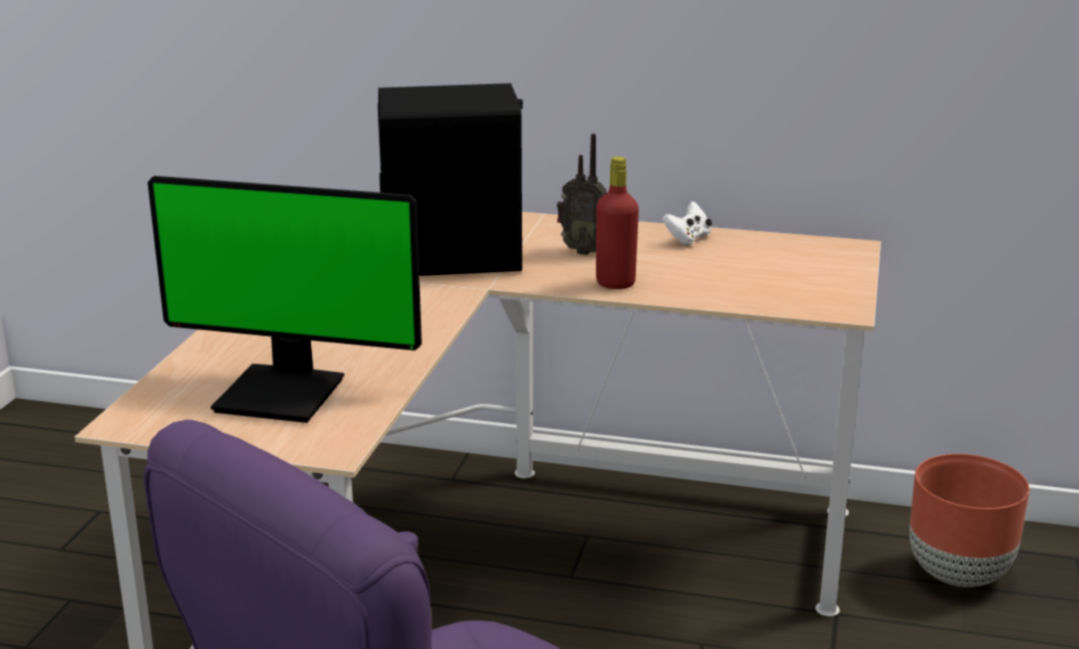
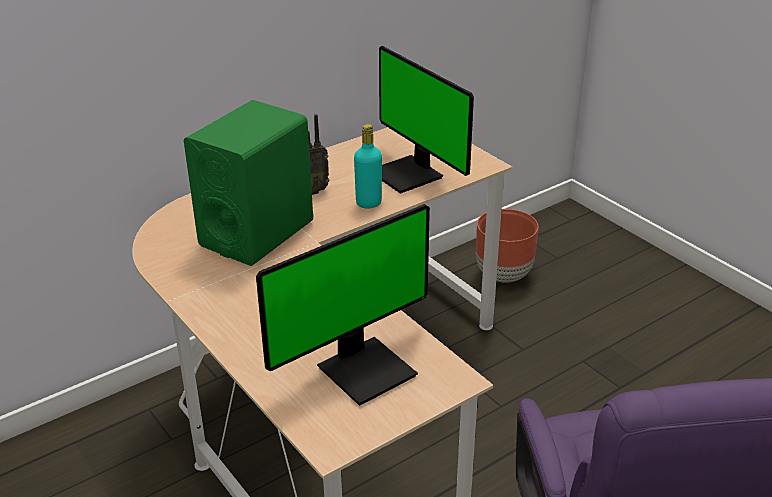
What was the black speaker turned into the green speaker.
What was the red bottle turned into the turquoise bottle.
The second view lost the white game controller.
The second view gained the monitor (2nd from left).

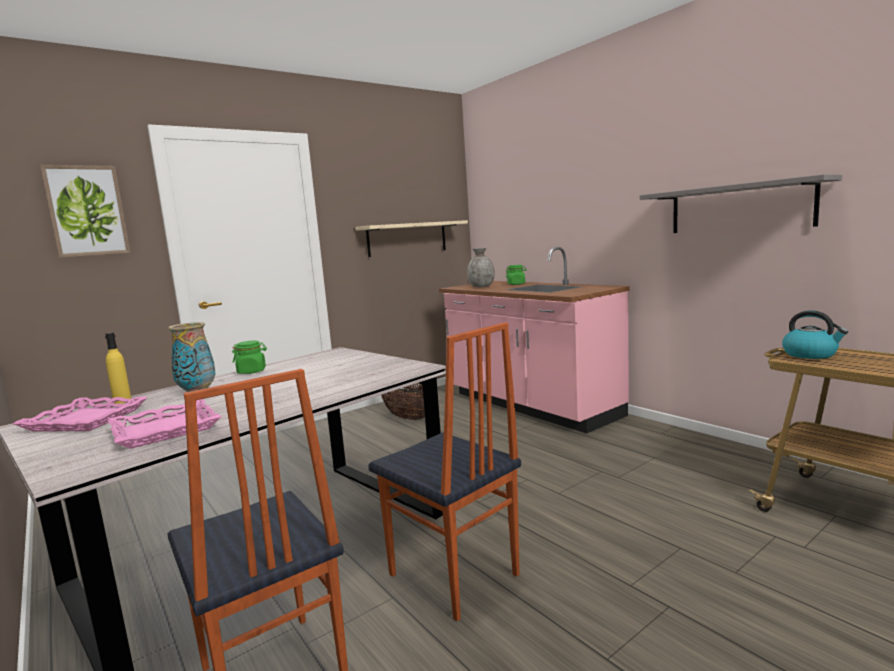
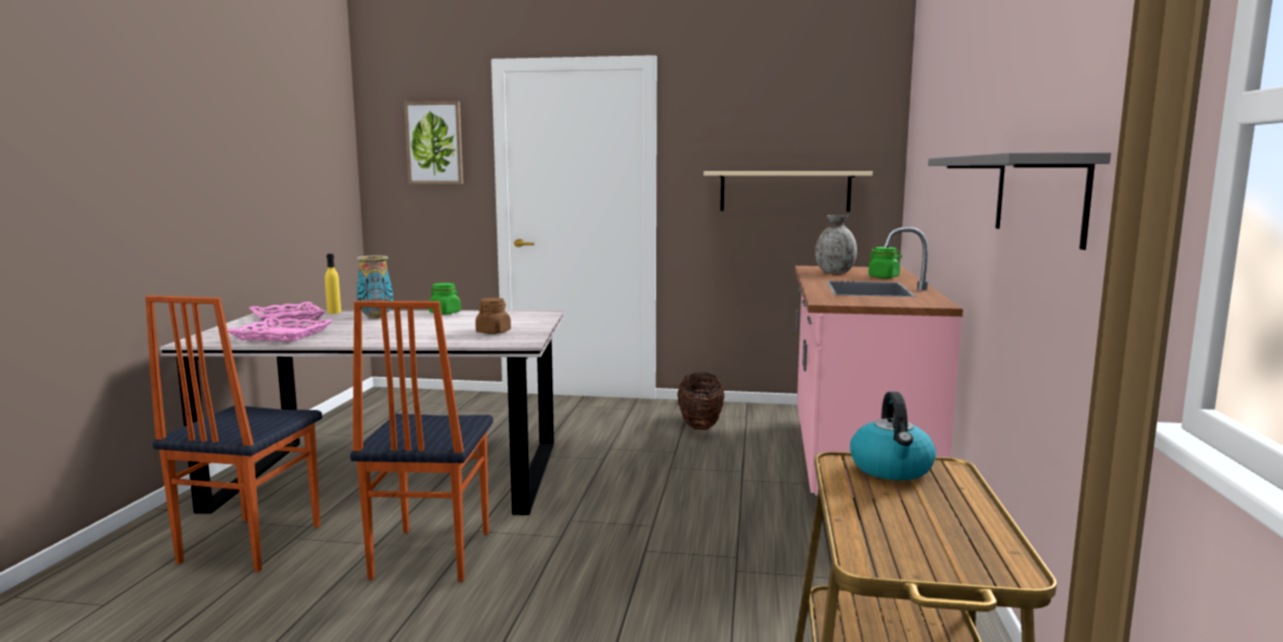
The second view gained the brown jar.

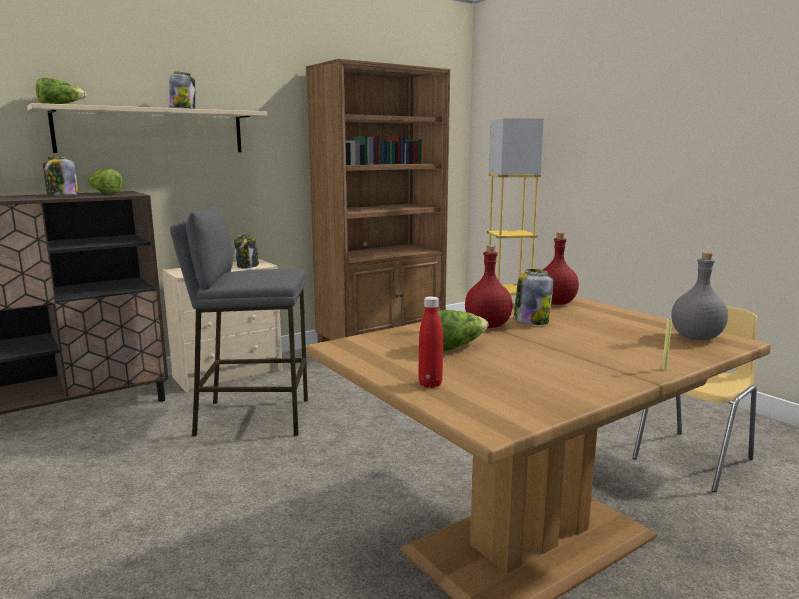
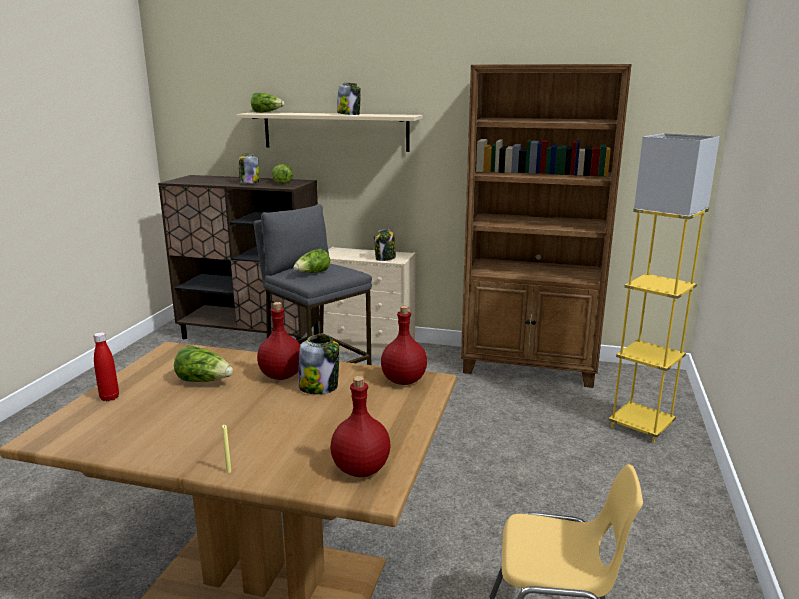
What was the grey bottle turned into the red bottle (3rd from left).
The second view gained the lettuce (4th from left).

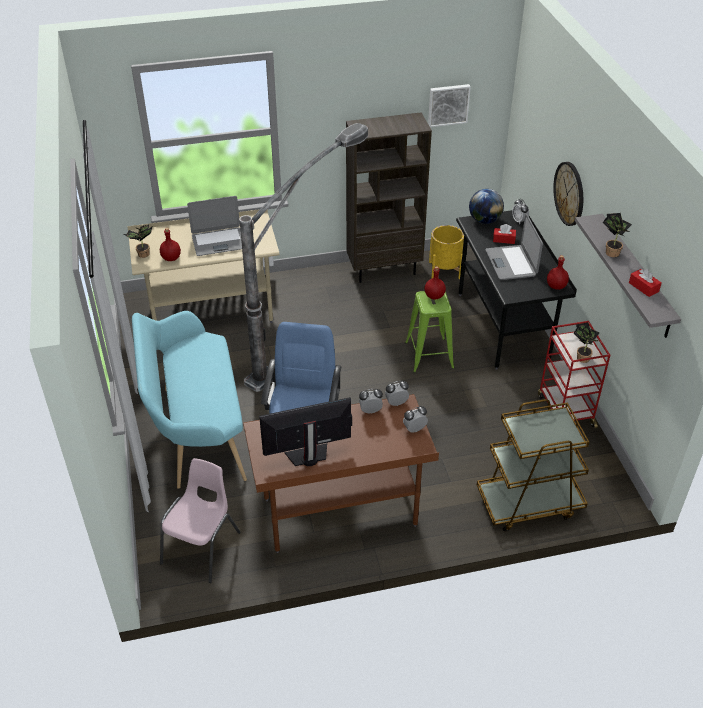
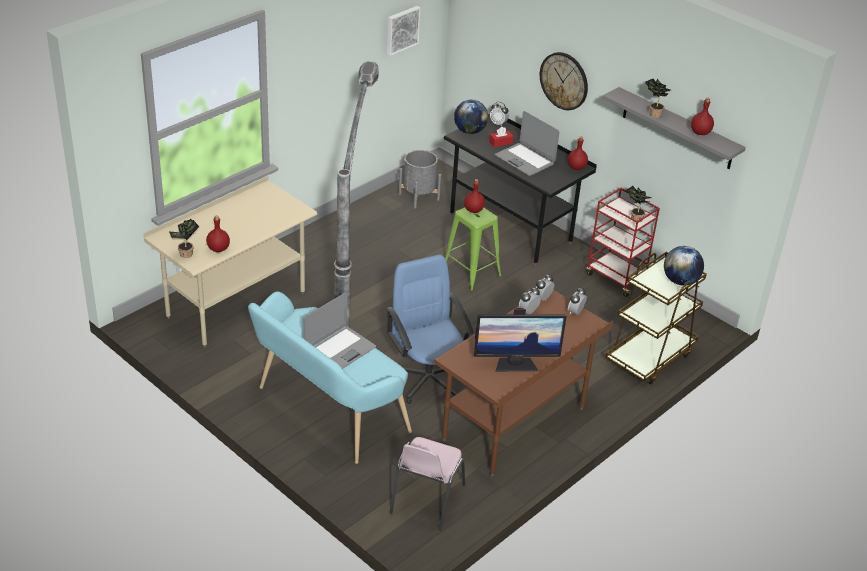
The pink chair ended up facing another way, 150 degrees counterclockwise from before.
The laptop (1st from left) ended up elsewhere.
The monitor ended up facing another way, 135 degrees counterclockwise from before.
The second view lost the brown bookcase.
What was the yellow planter turned into the grey planter.
Where the red tissue box (2nd from left) stood, the red bottle (4th from left) came to stand.
The second view gained the globe (2nd from left).

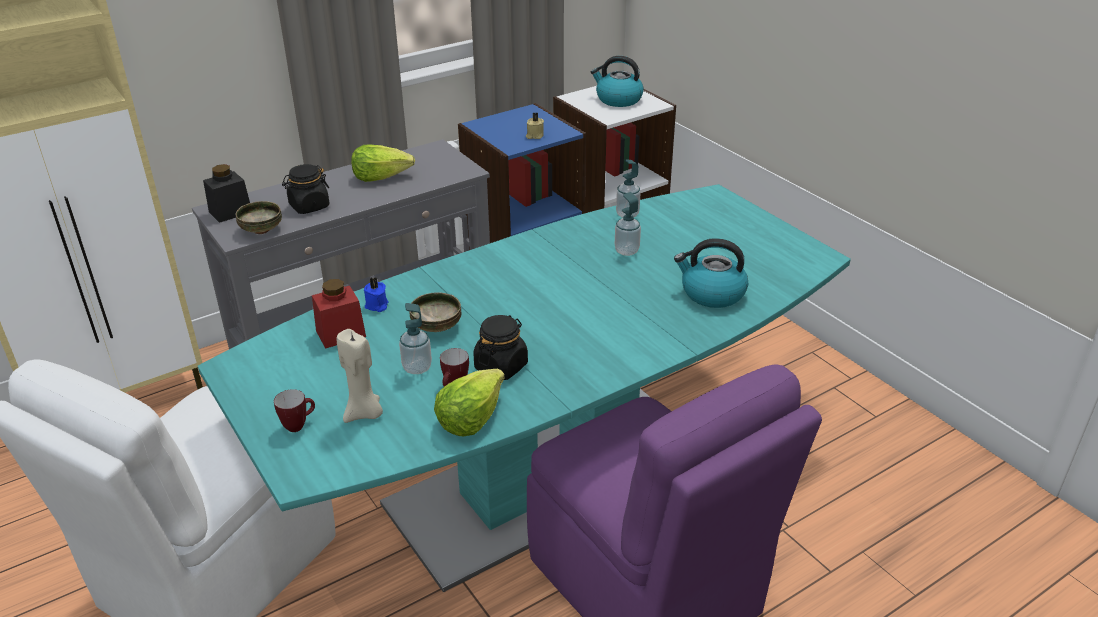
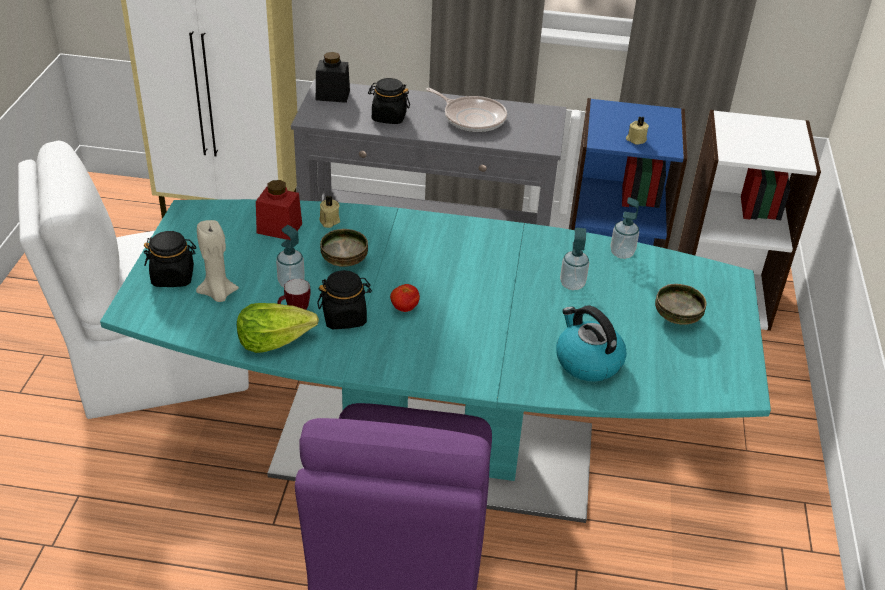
The bowl (1st from left in the first image) ended up elsewhere.
Where the mug (1st from left) stood, the black jar (1st from left) came to stand.
Where the lettuce (1st from left) stood, the frying pan came to stand.
What was the blue candle turned into the beige candle (2nd from left).
The second view lost the kettle (1st from left).
The second view gained the tomato.

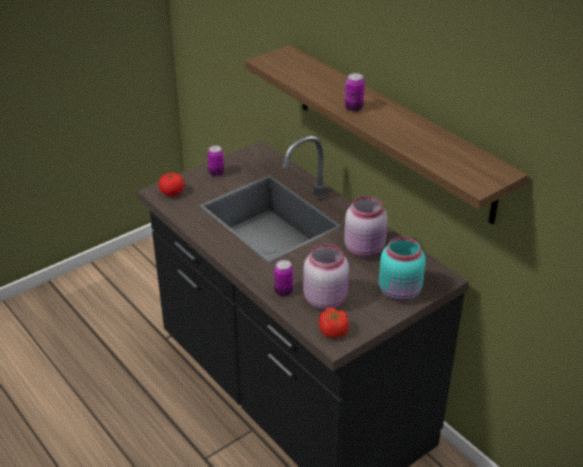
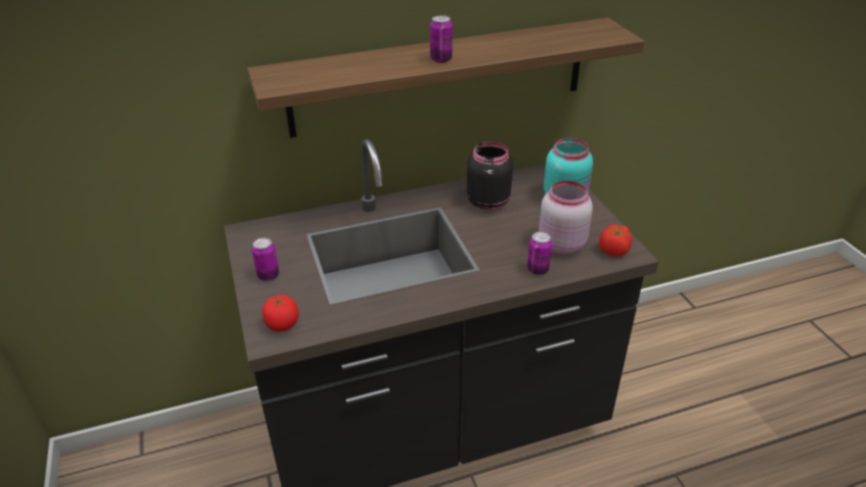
What was the pink jar (2nd from left) turned into the black jar.

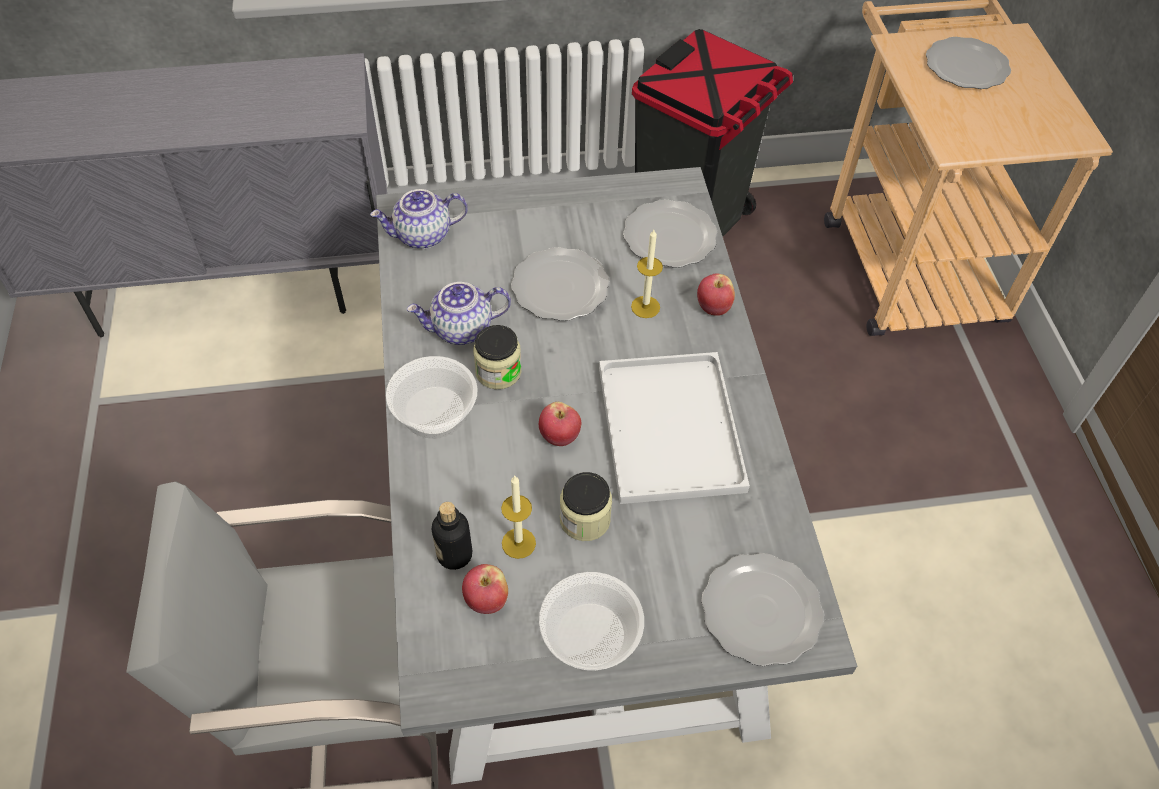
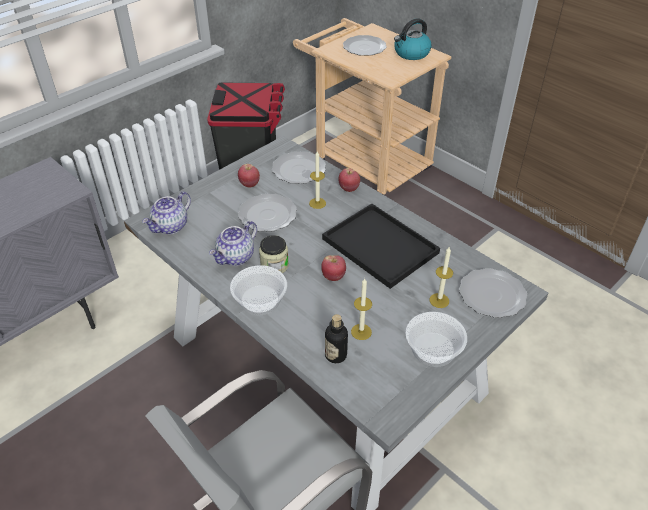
The apple (1st from left) ended up elsewhere.
The second view lost the jar (2nd from left).
What was the white tray turned into the black tray.
The second view gained the kettle.
The second view gained the candle (3rd from left).

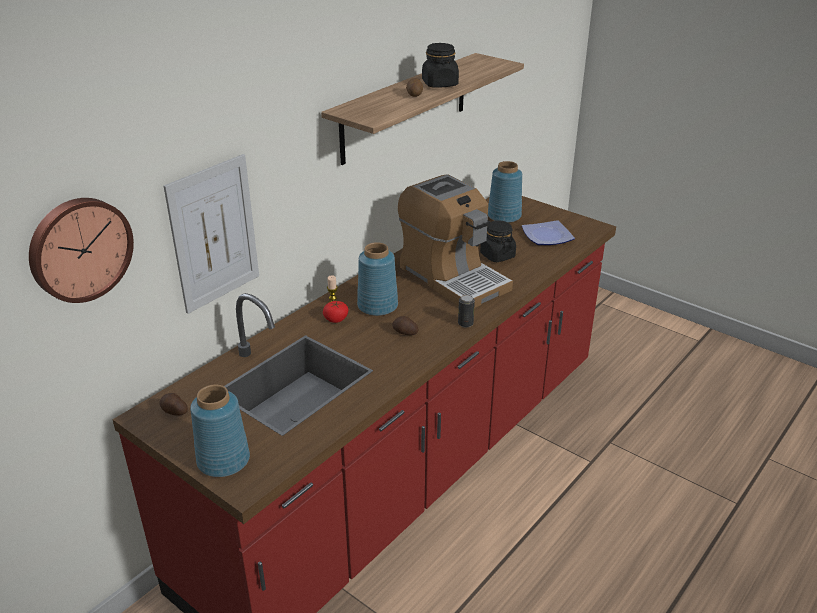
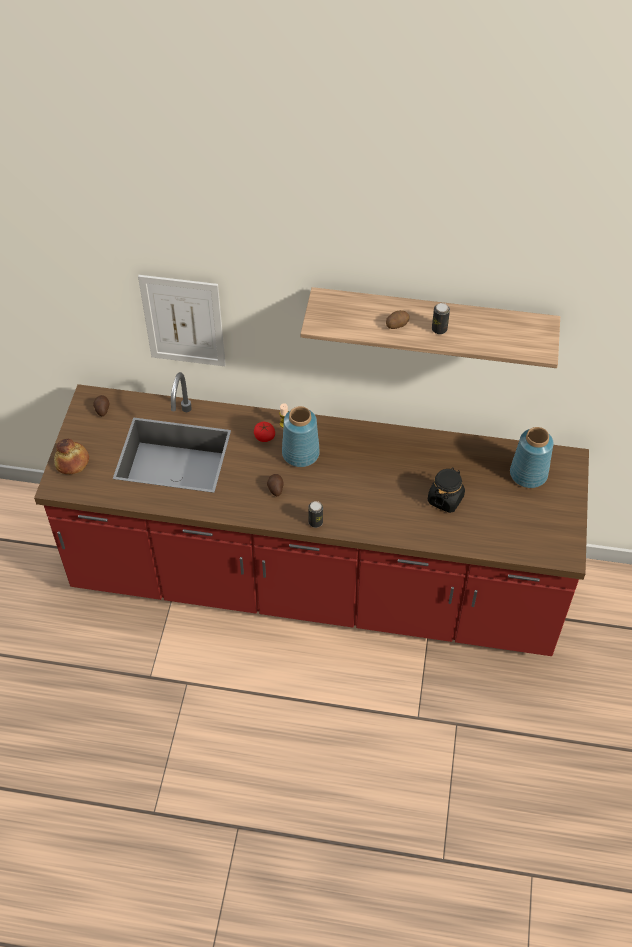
The second view lost the wall clock.
Where the blue vase (1st from left) stood, the bread came to stand.
The second view lost the coffee machine.
Where the black jar (1st from left) stood, the can (2nd from left) came to stand.
The second view lost the plate.

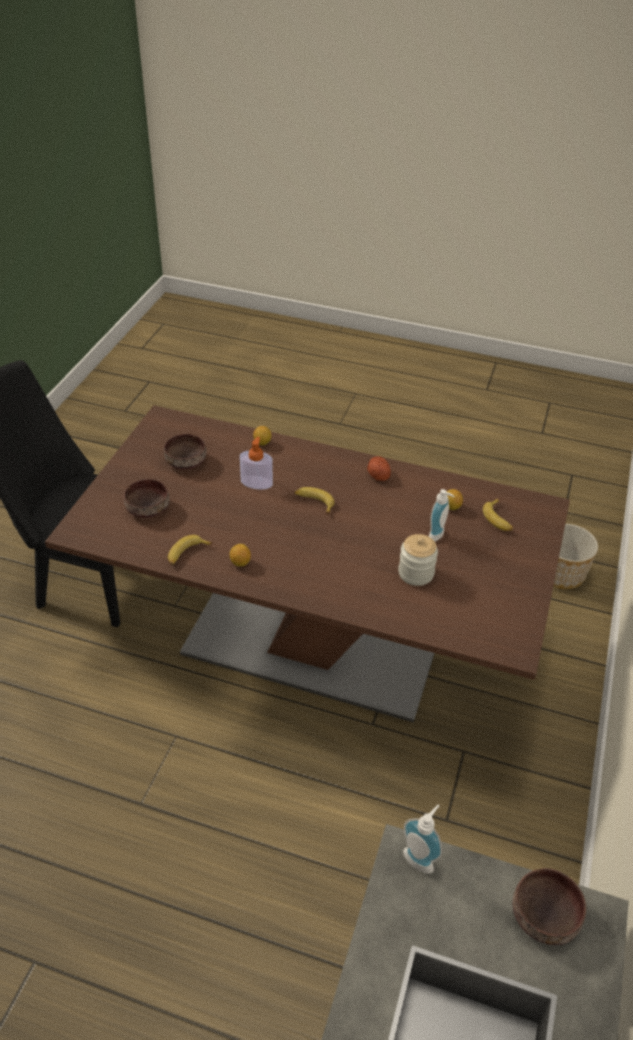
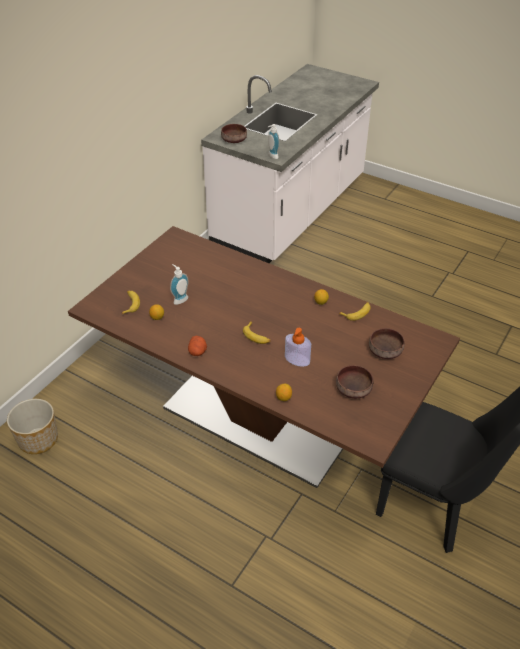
The second view lost the jar.

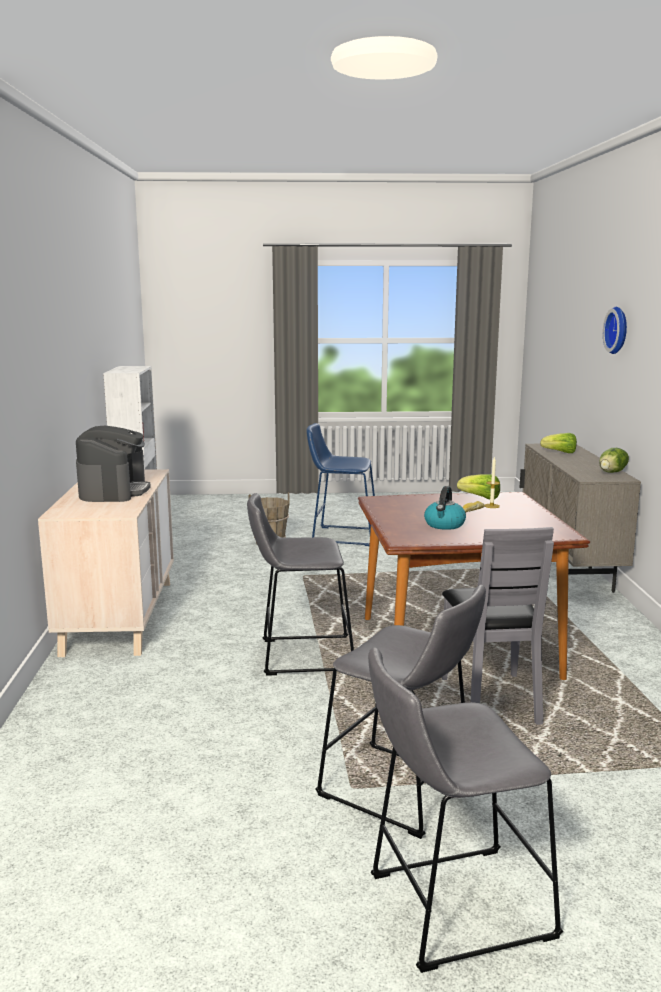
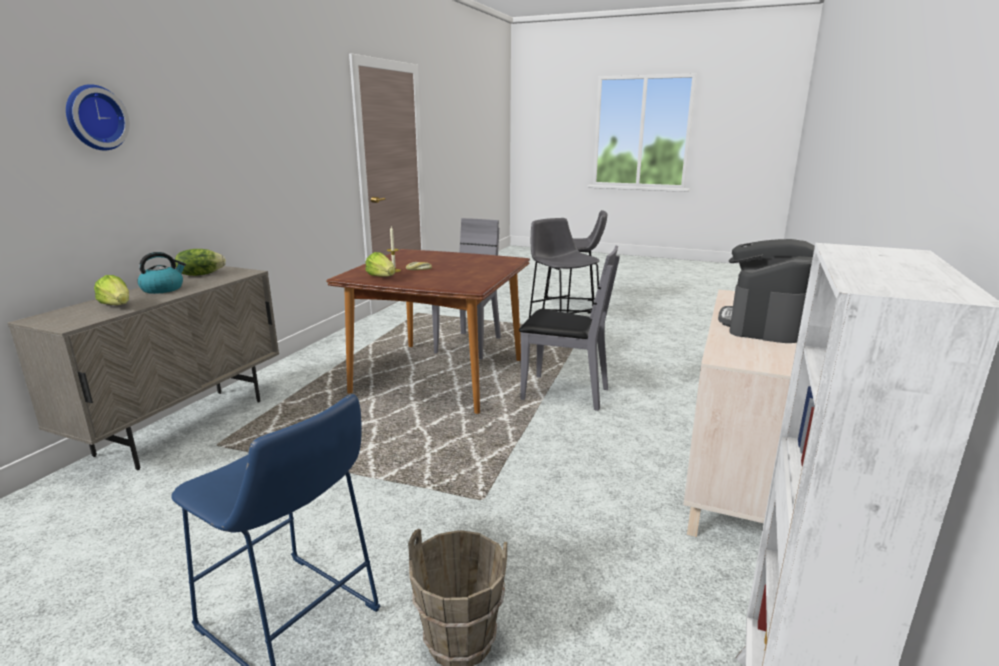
Where the grey stool (1st from left) stood, the grey chair (2nd from left) came to stand.
The kettle ended up elsewhere.

